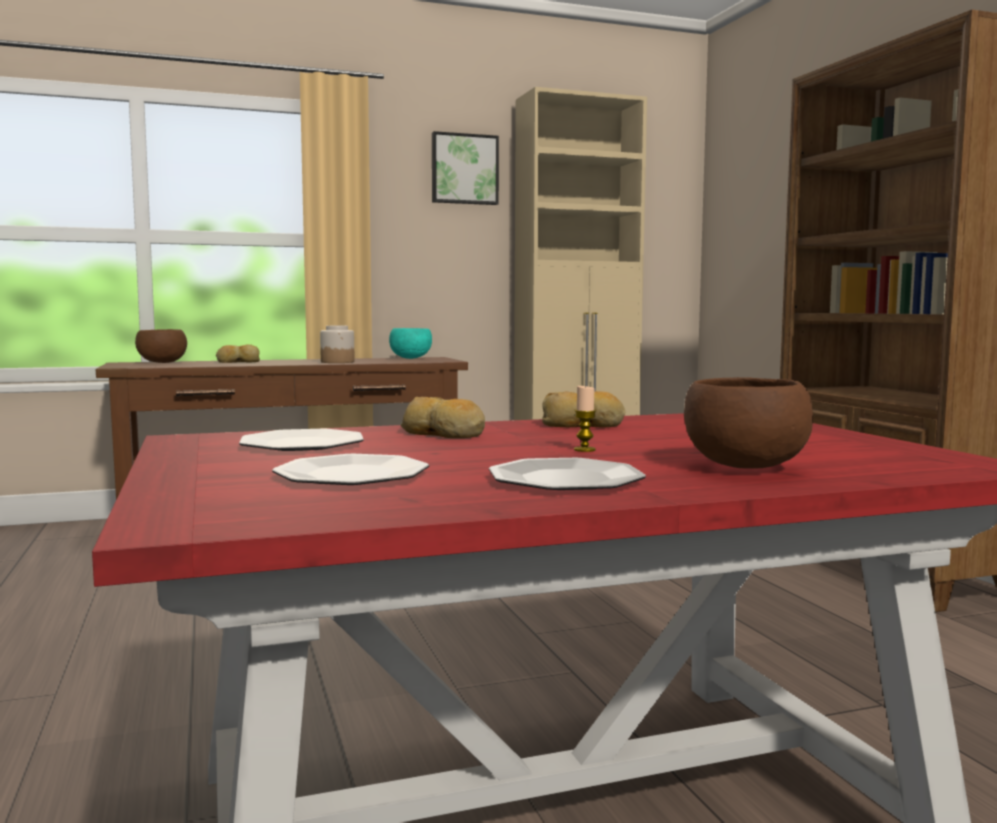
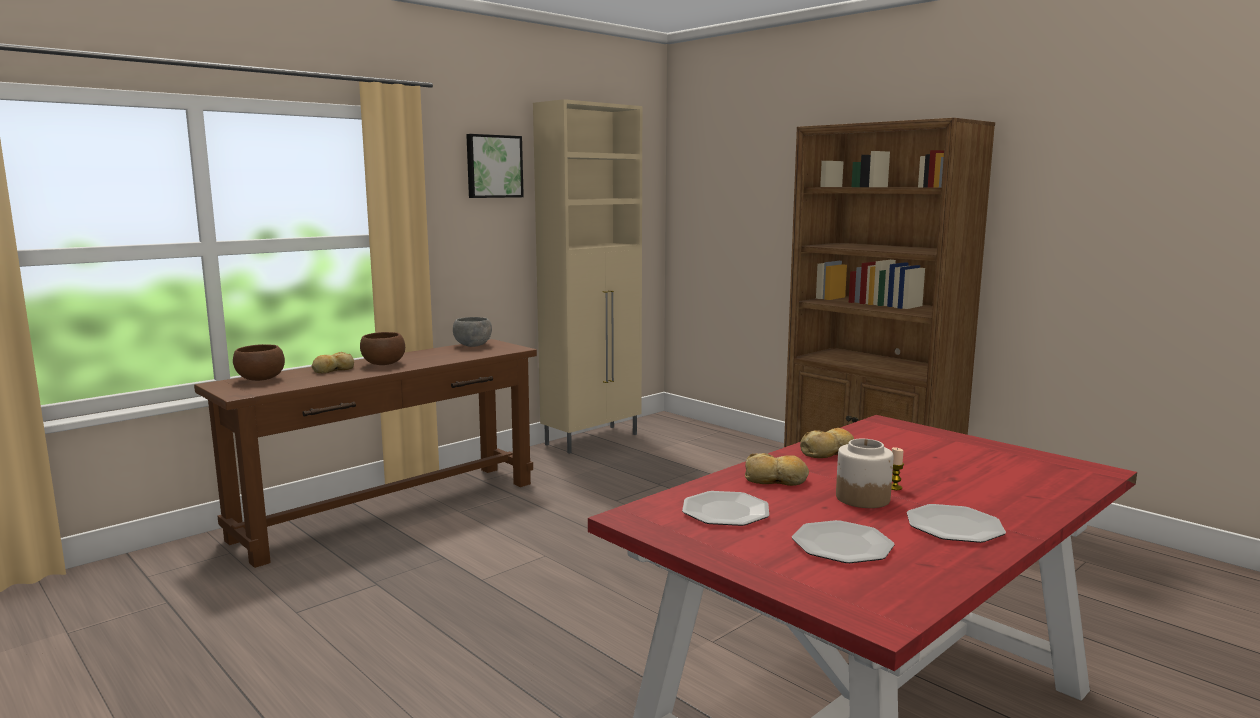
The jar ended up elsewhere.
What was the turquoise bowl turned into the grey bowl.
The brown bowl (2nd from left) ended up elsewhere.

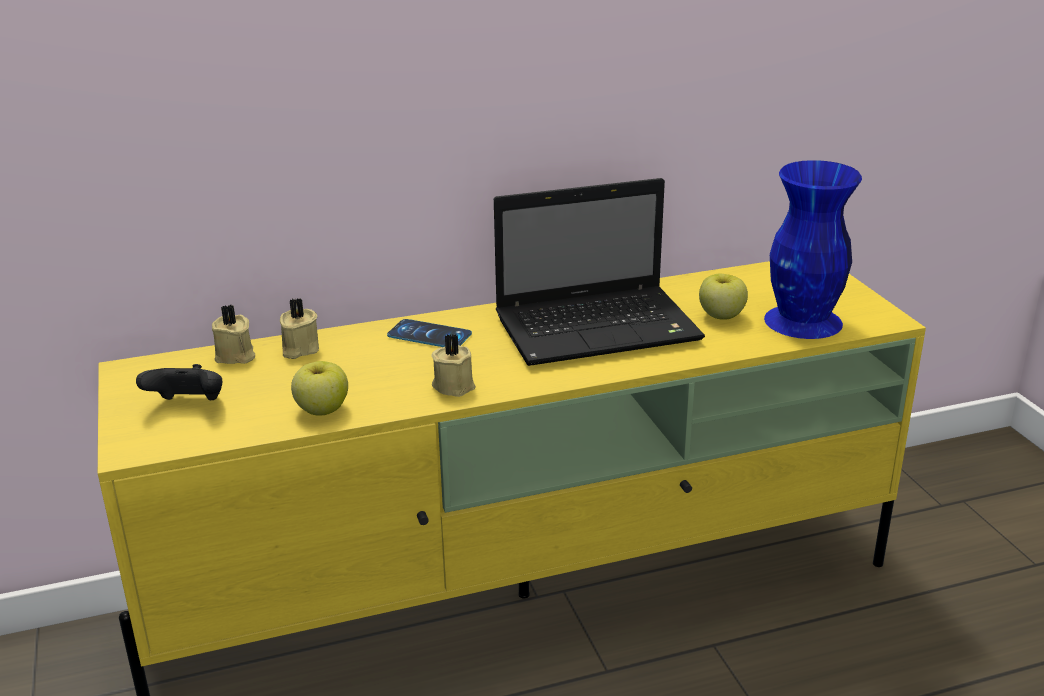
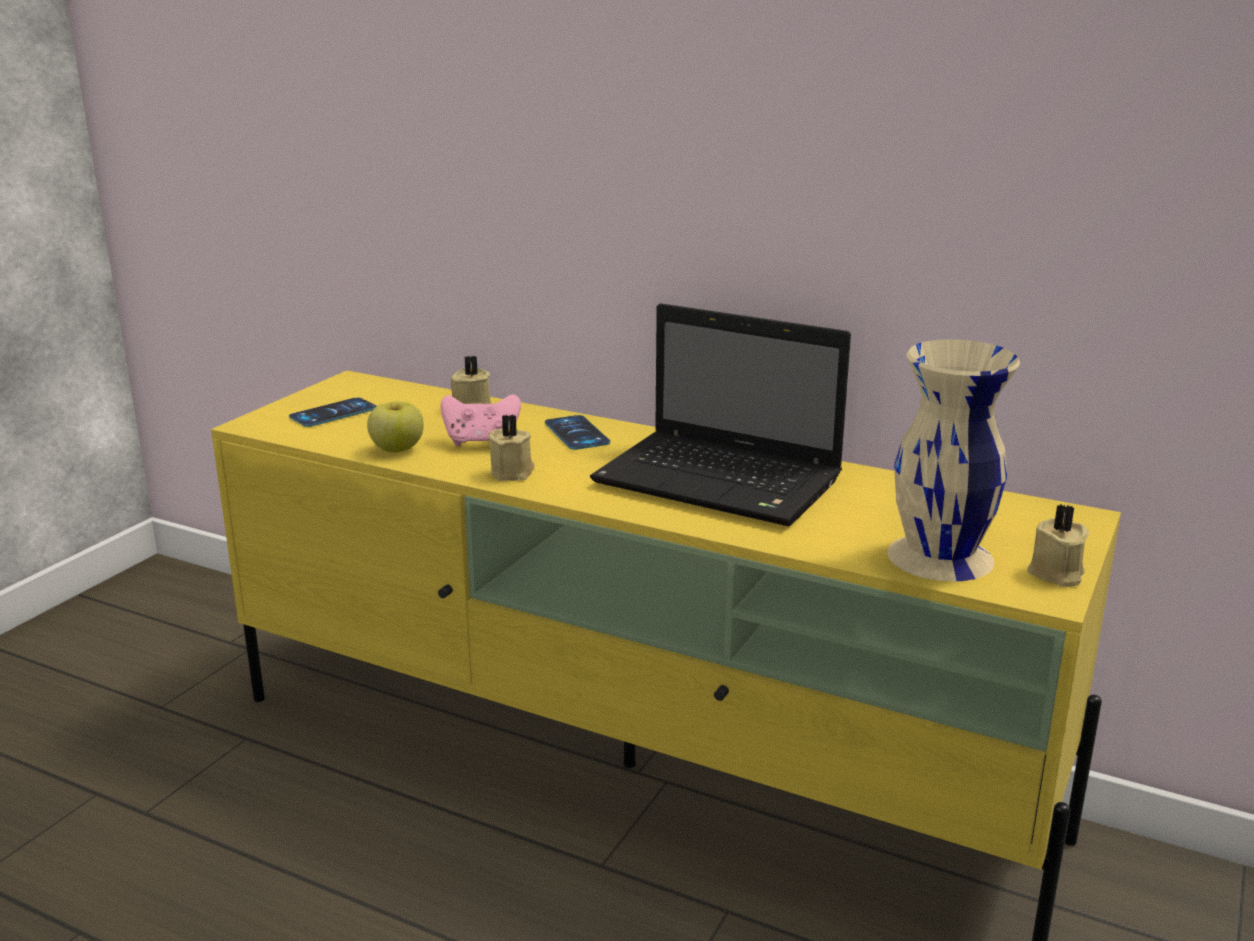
Where the black game controller stood, the phone (1st from left) came to stand.
The beige candle (1st from left in the first image) ended up elsewhere.
The second view lost the apple (2nd from left).
What was the blue vase turned into the beige vase.
The second view gained the pink game controller.

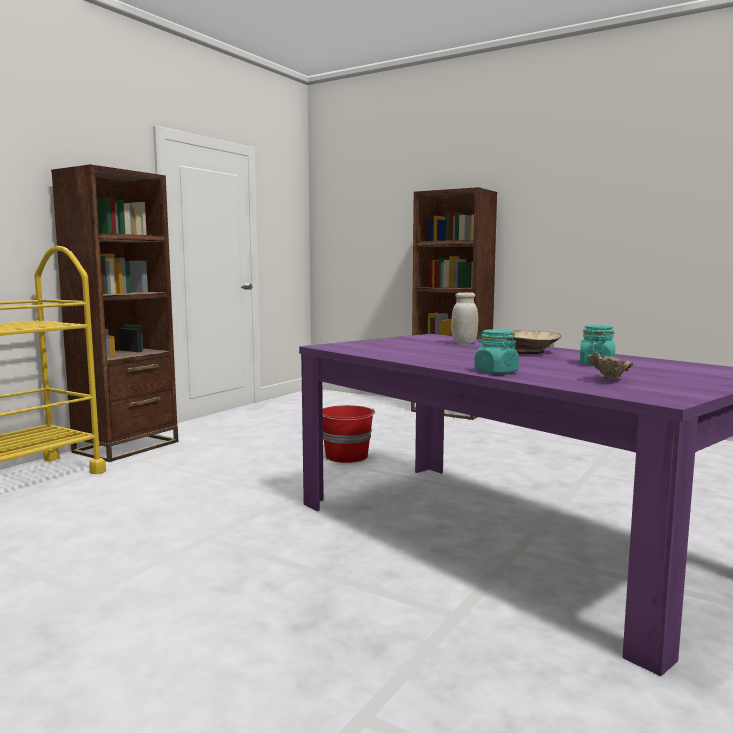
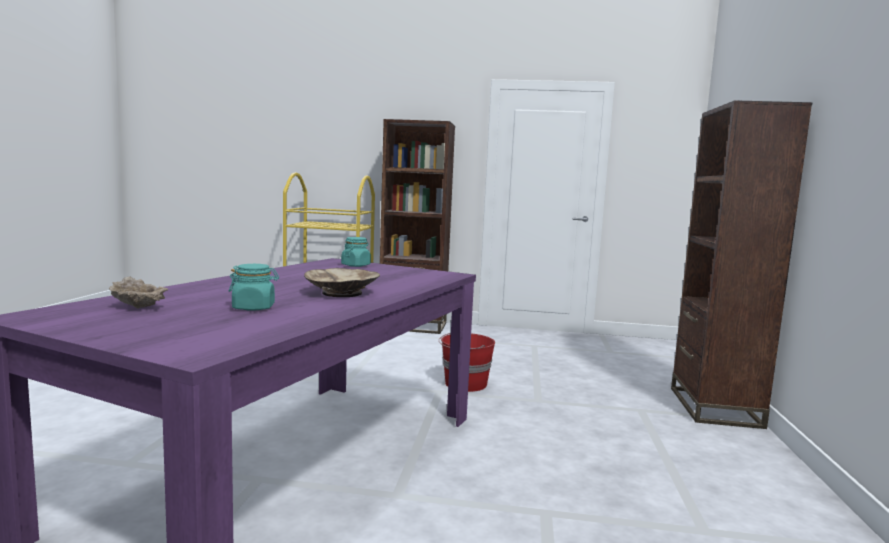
The second view lost the white jar.
The turquoise jar (1st from left in the first image) ended up elsewhere.

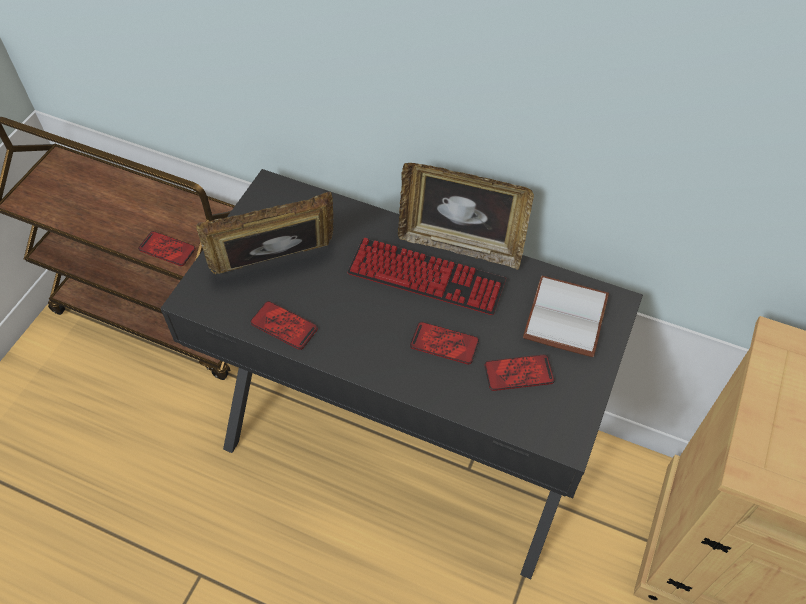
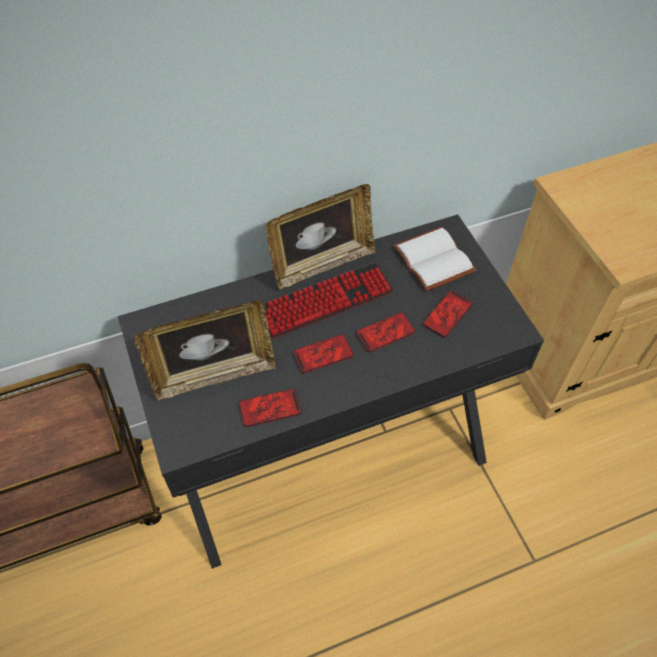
The phone (1st from left in the first image) ended up elsewhere.
The picture frame (1st from left) ended up facing another way, 135 degrees counterclockwise from before.

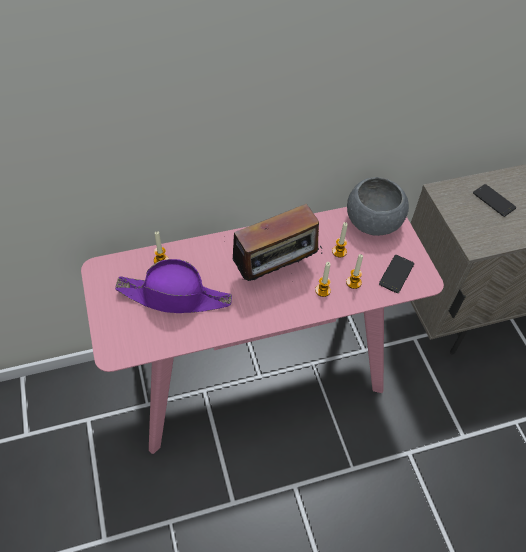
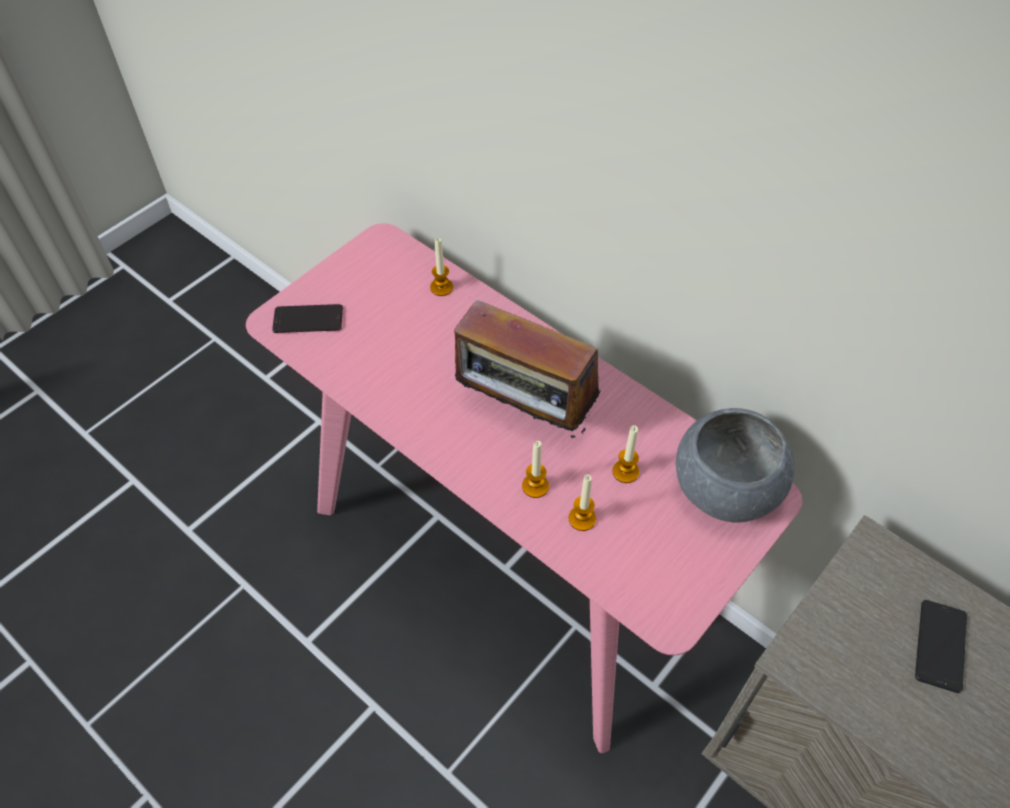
The second view lost the purple hat.
The phone (1st from left) ended up elsewhere.

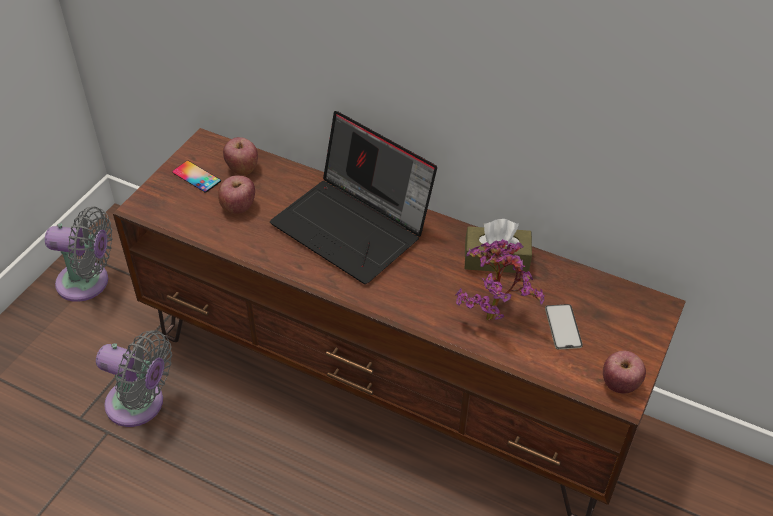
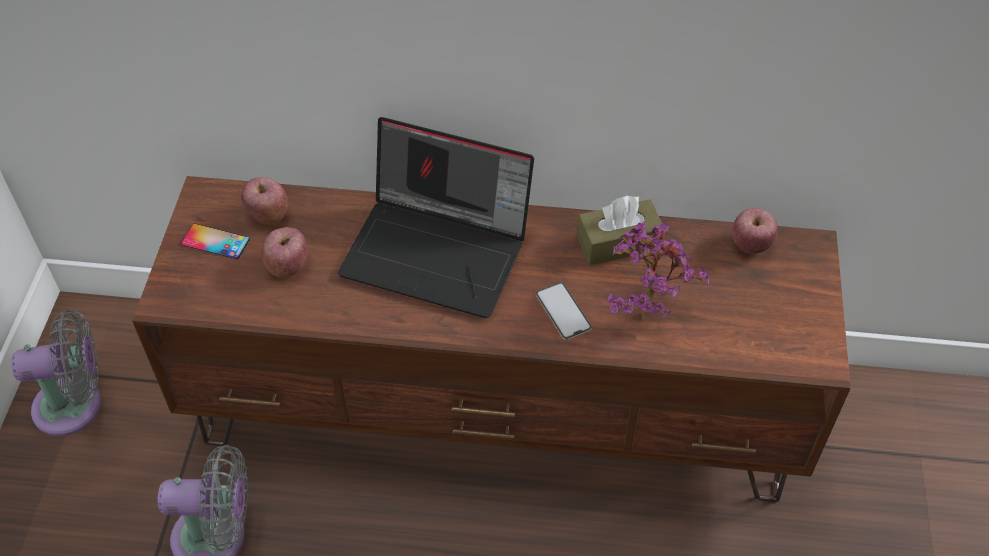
The phone (2nd from left) ended up elsewhere.
The apple (3rd from left) ended up elsewhere.

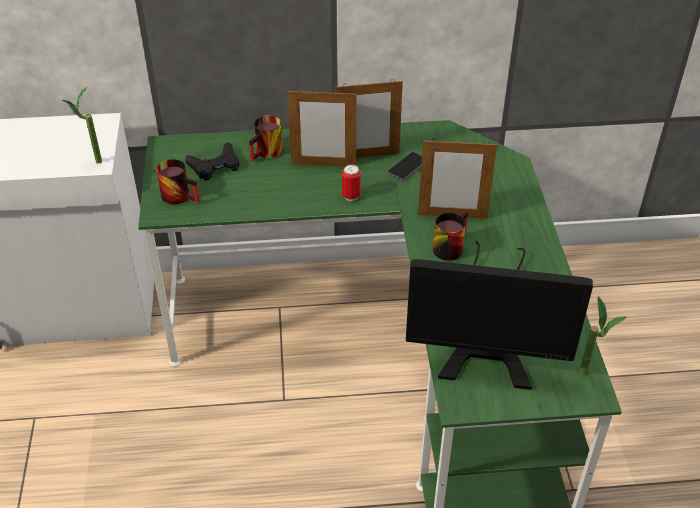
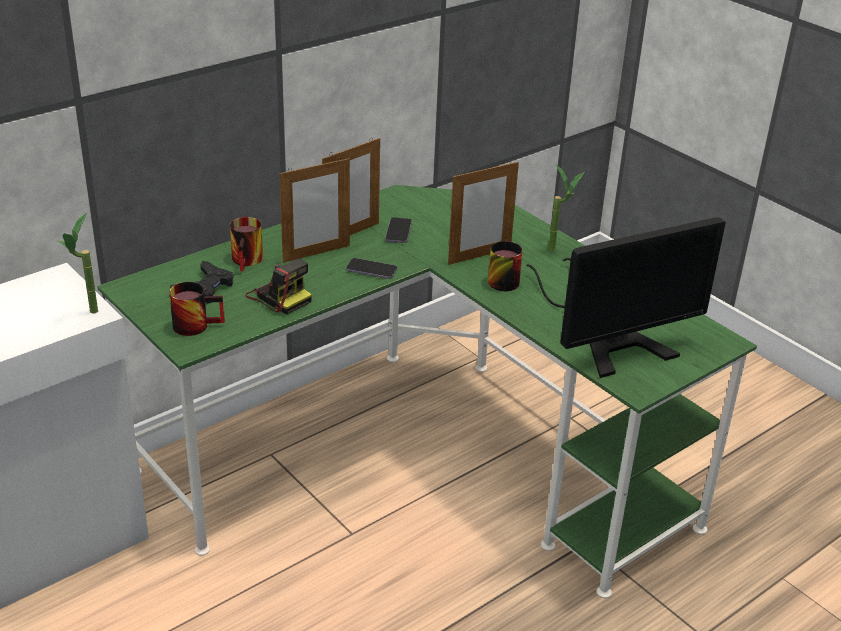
Where the can stood, the phone (1st from left) came to stand.
The potted plant (2nd from left) ended up elsewhere.
The second view gained the photo camera.

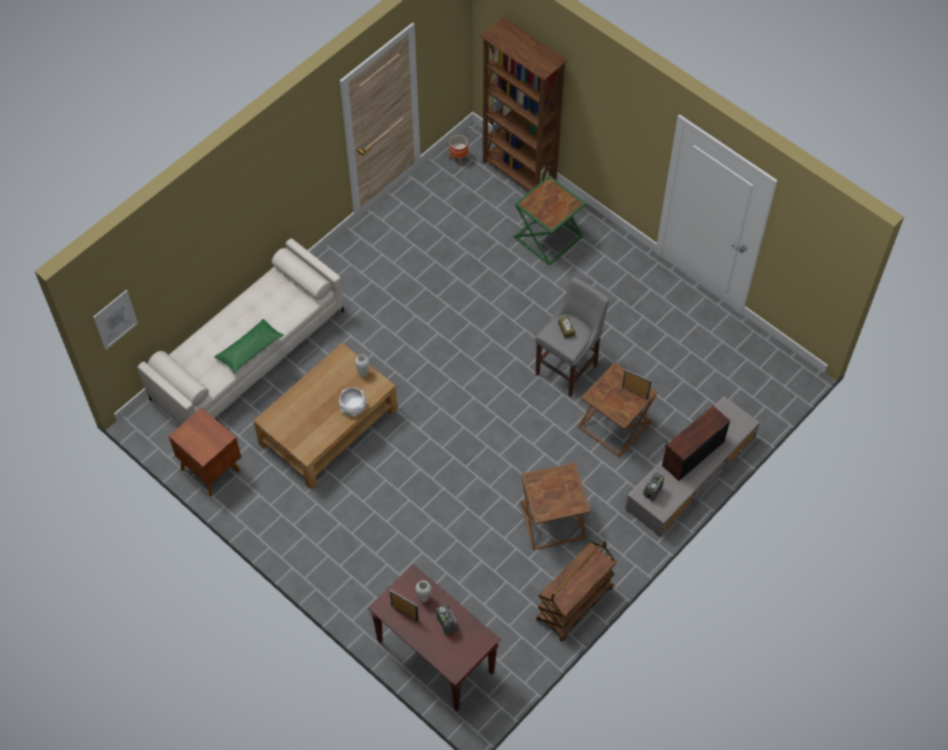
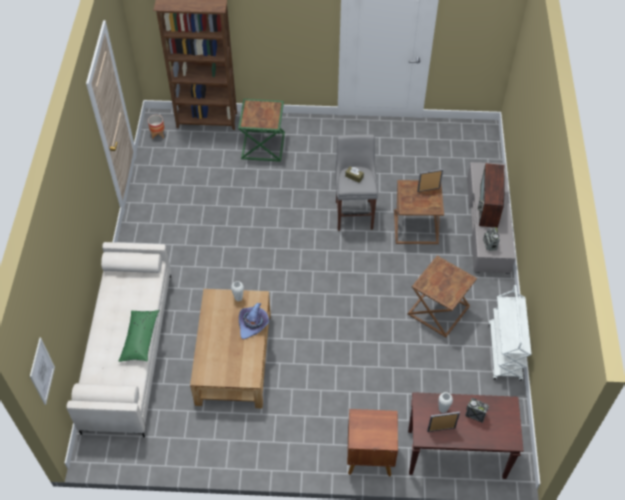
The brown nightstand ended up elsewhere.
Where the white bowl stood, the purple hat came to stand.
What was the brown cart turned into the white cart.

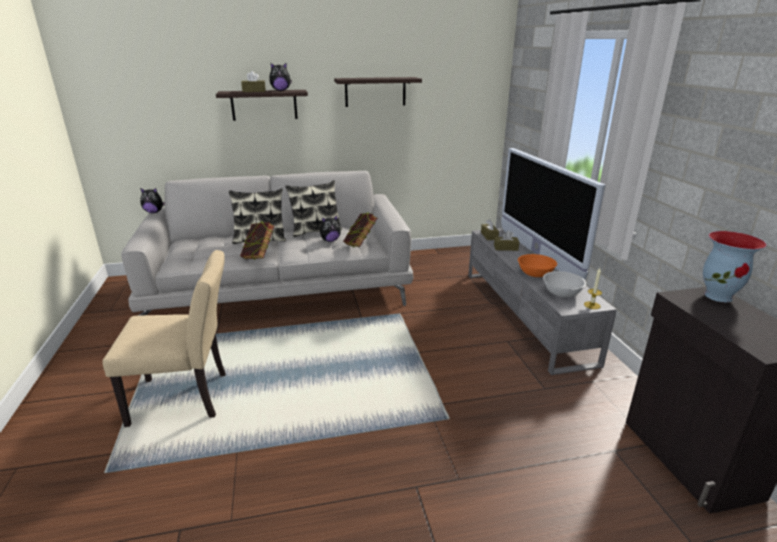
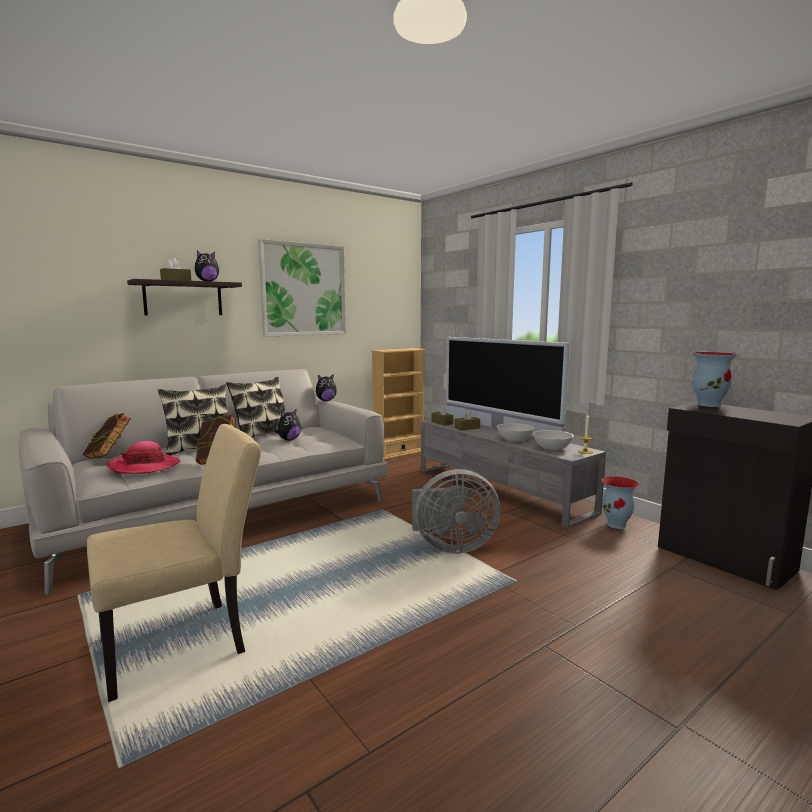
The plush toy (1st from left in the first image) ended up elsewhere.
Where the shelf (2nd from left) hung, the picture came to hang.
The book (2nd from left in the first image) ended up elsewhere.
What was the orange bowl turned into the white bowl (1st from left).
The second view gained the hat.
The second view gained the beige bookcase.
The second view gained the grey fan.
The second view gained the vase (1st from left).

